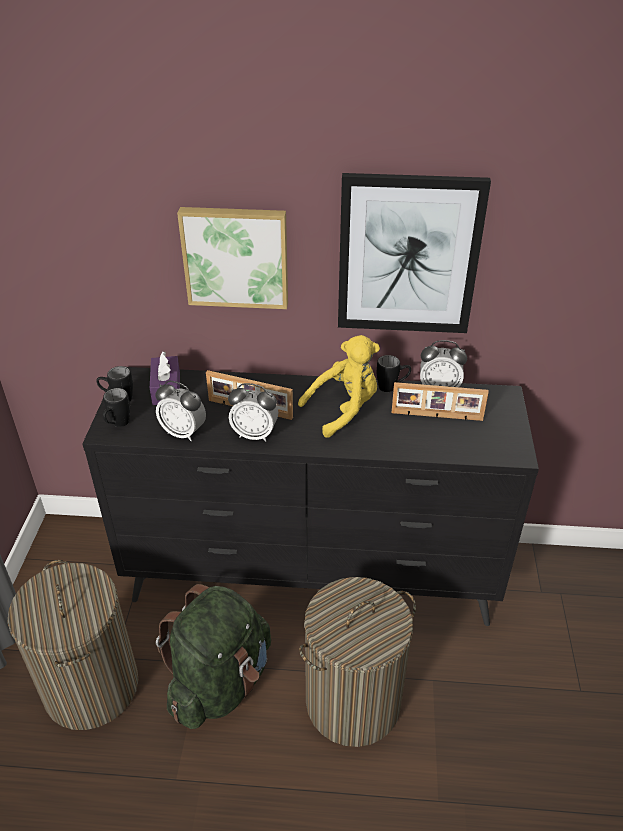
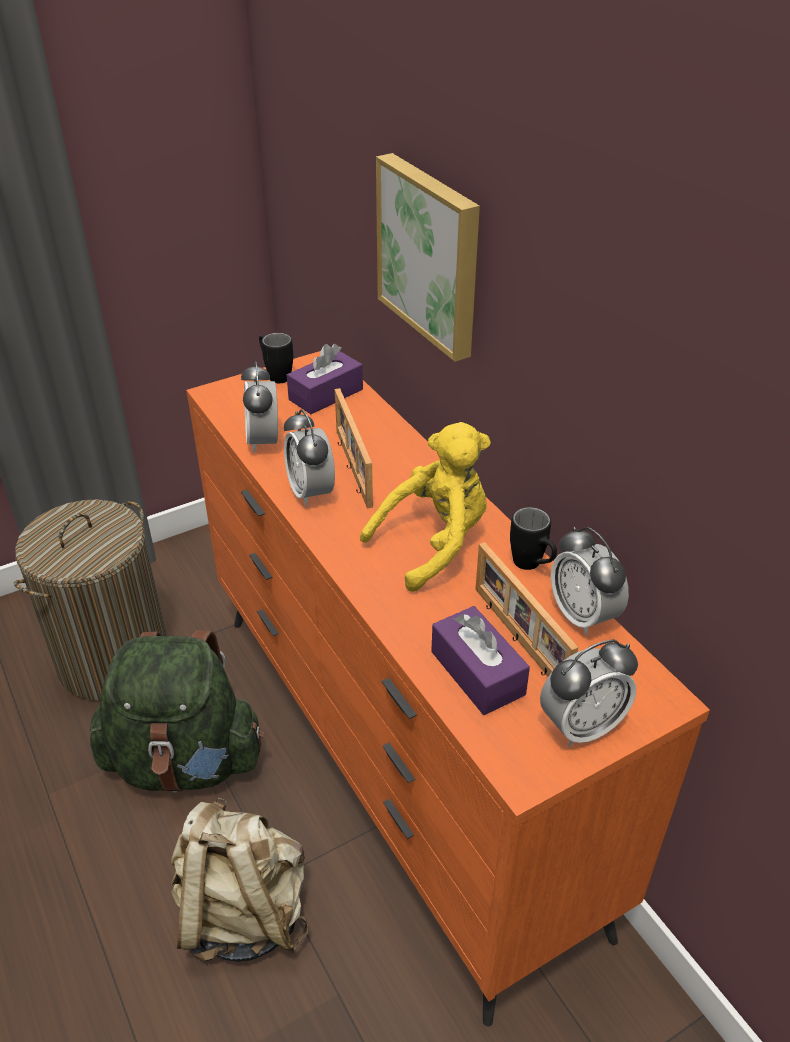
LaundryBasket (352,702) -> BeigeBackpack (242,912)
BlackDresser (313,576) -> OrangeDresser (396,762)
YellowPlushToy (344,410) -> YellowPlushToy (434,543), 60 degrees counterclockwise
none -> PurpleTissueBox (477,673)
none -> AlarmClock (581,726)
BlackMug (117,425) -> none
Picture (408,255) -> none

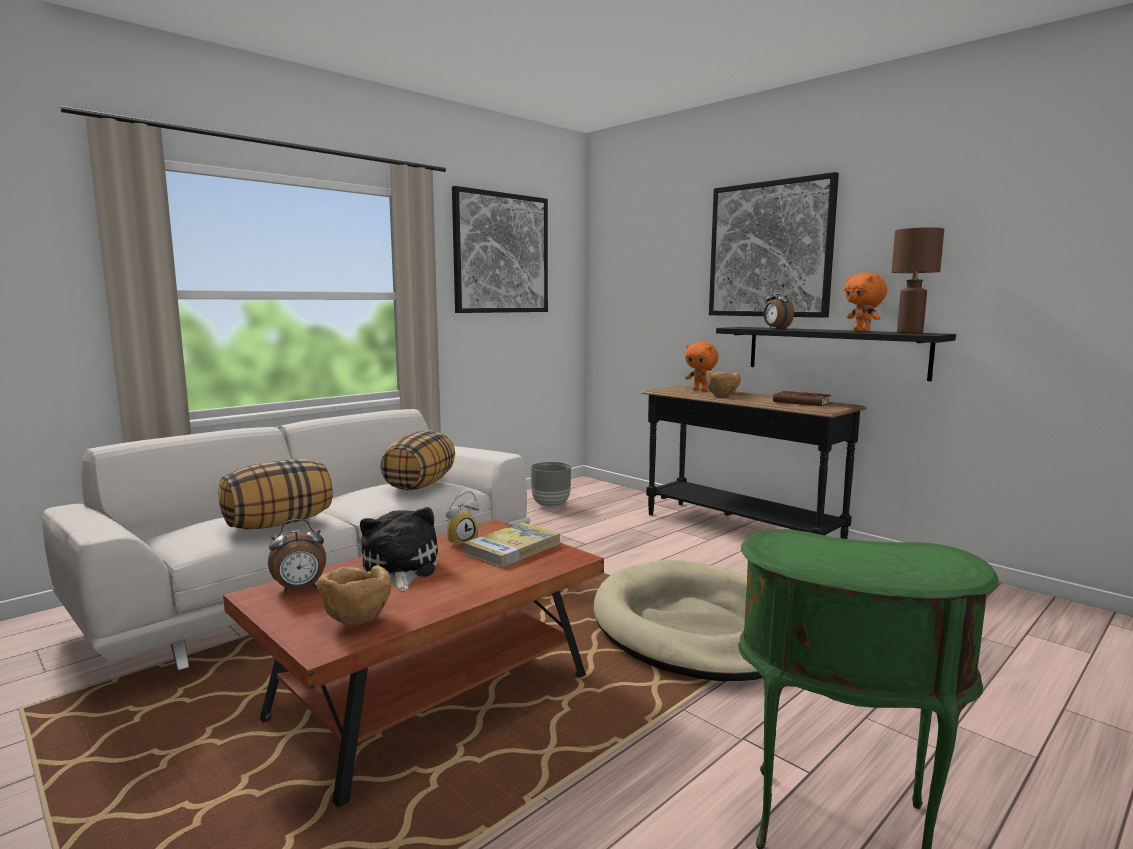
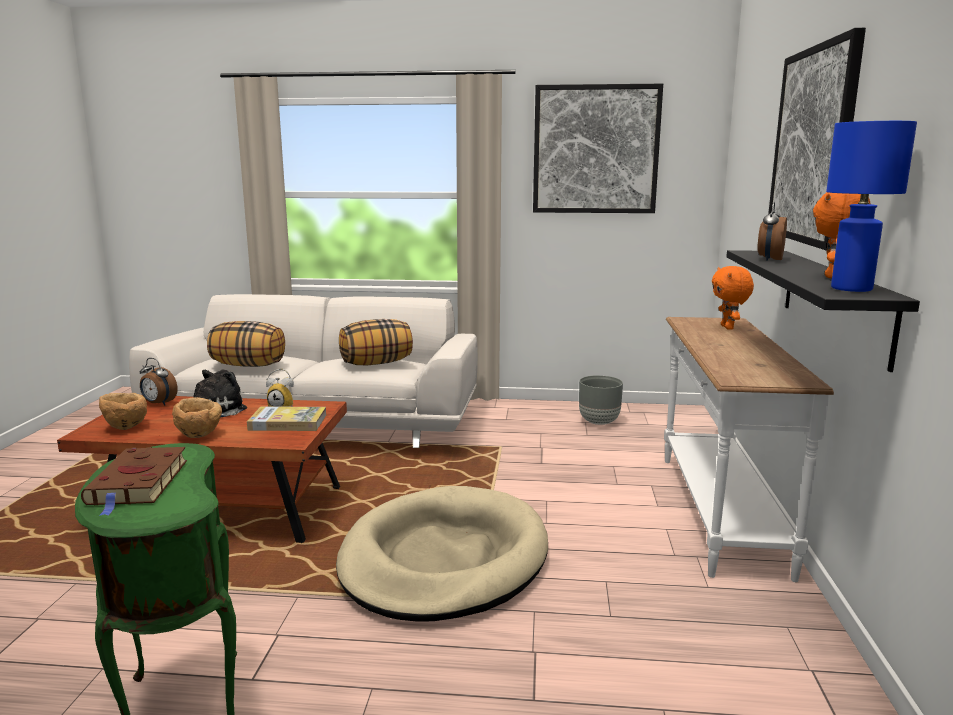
BrownBook (803,403) -> BrownBook (138,484), moved
BrownBowl (721,396) -> BrownBowl (199,435), moved
BlackConsoleTable (739,530) -> WhiteConsoleTable (717,511)
BrownTableLamp (910,333) -> BlueTableLamp (851,289)

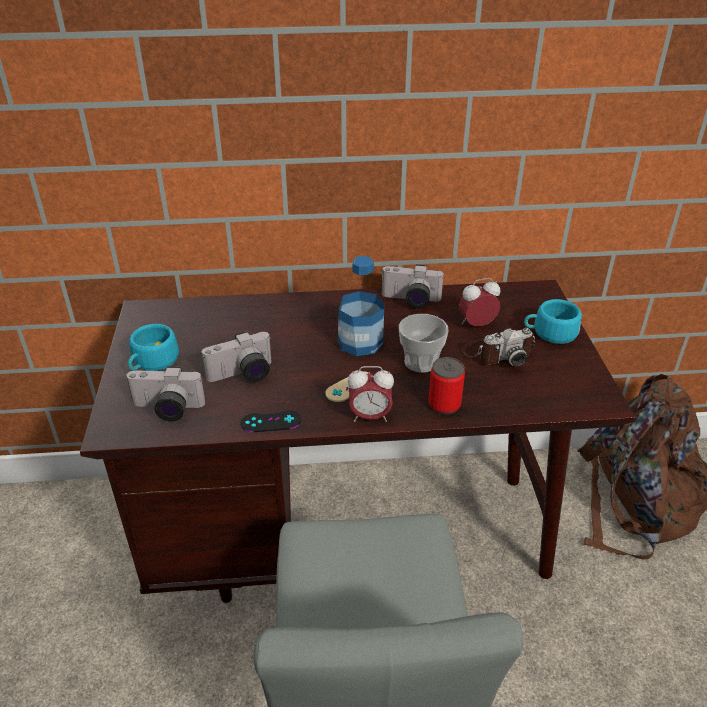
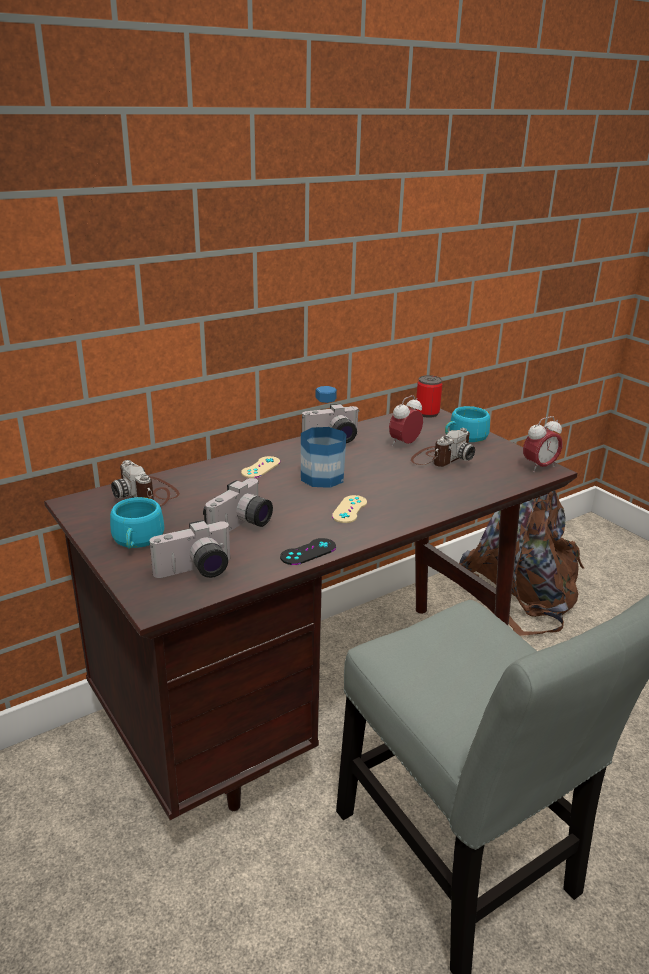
none -> PhotoCamera (148,494)
none -> BeigeGameController (261,467)
Can (444,404) -> Can (427,413), moved
AlarmClock (370,416) -> AlarmClock (539,467), moved
Cup (420,362) -> none

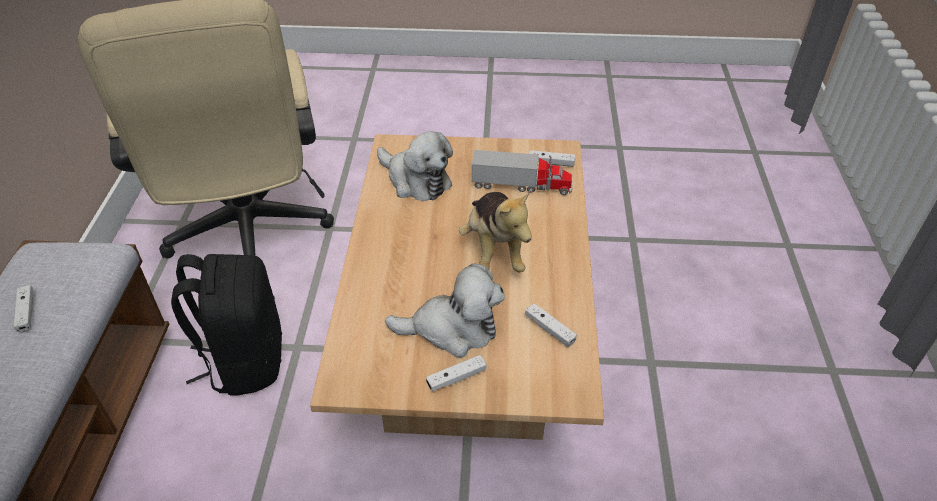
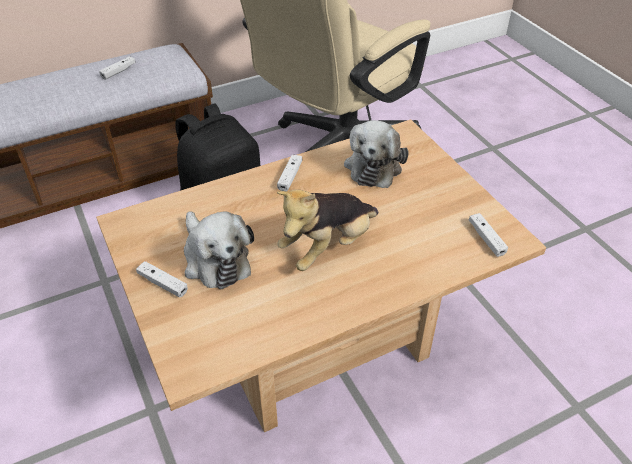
WhiteGameController (549,329) -> WhiteGameController (290,177), moved
ToyTruck (522,185) -> none

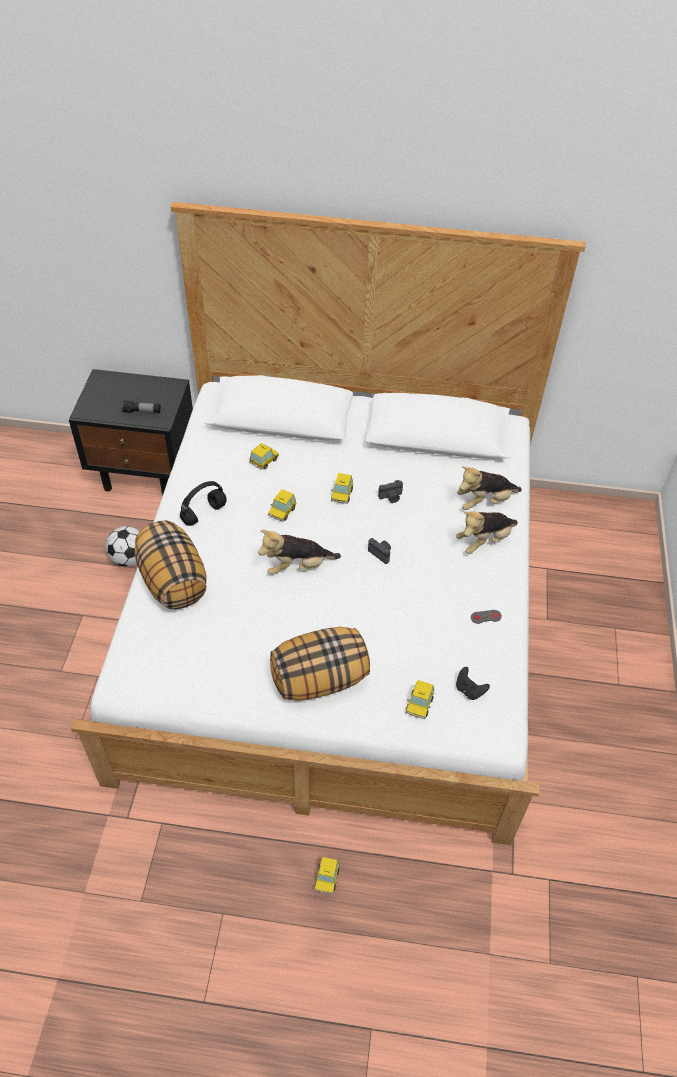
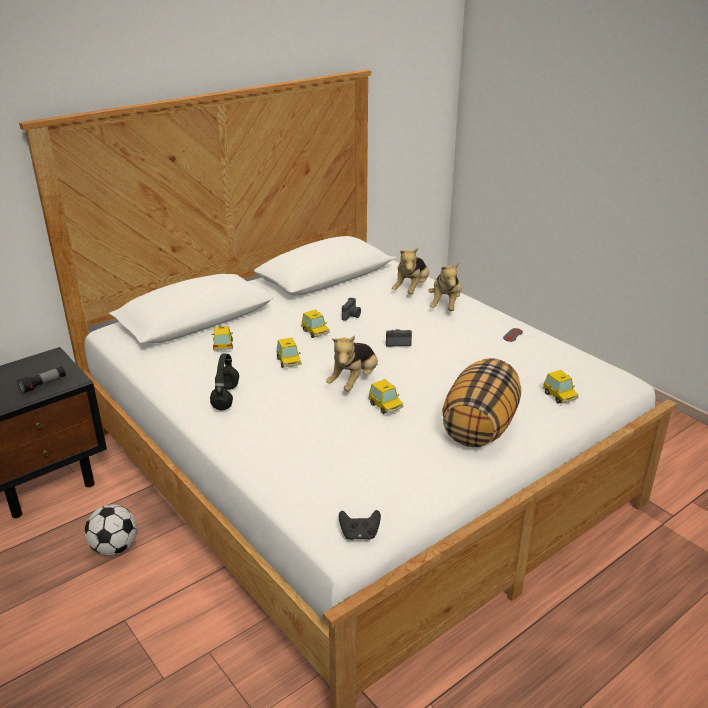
BlackGameController (469,690) -> BlackGameController (359,534), moved
ToyCar (326,878) -> ToyCar (385,406), moved
Pillow (172,581) -> none

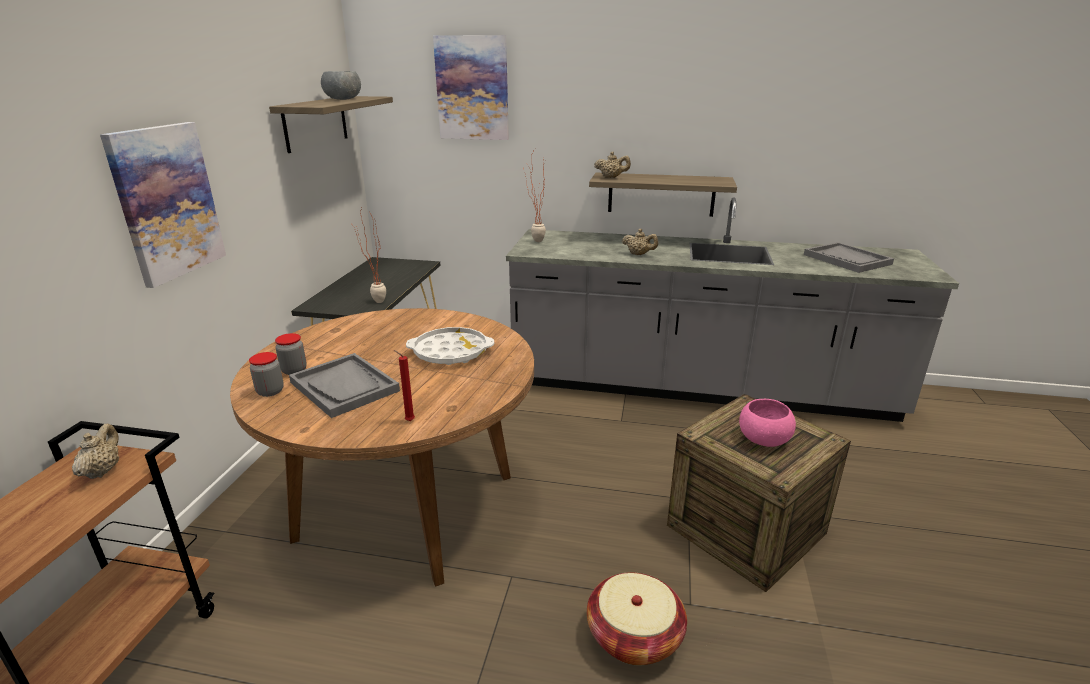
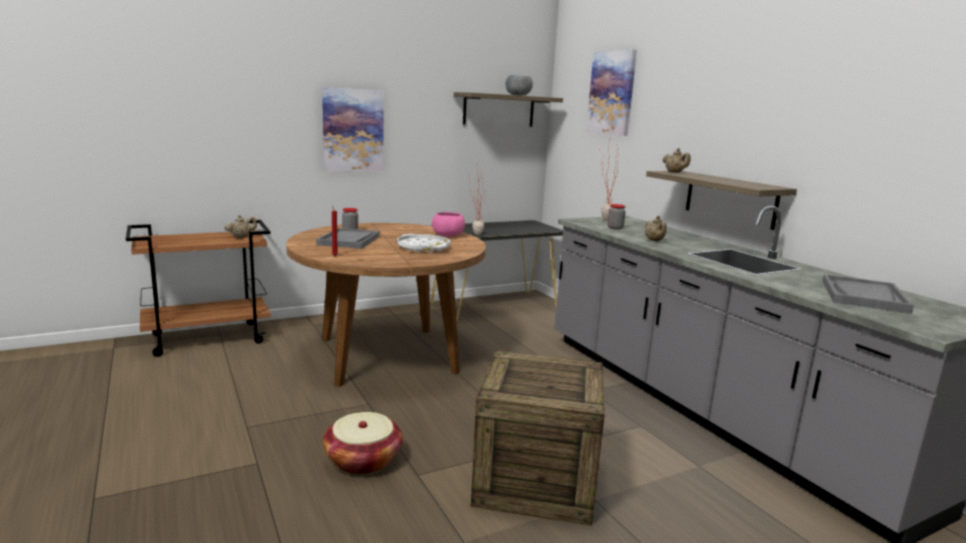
PinkBowl (763,439) -> PinkBowl (448,235), moved
Jar (270,391) -> Jar (615,228), moved

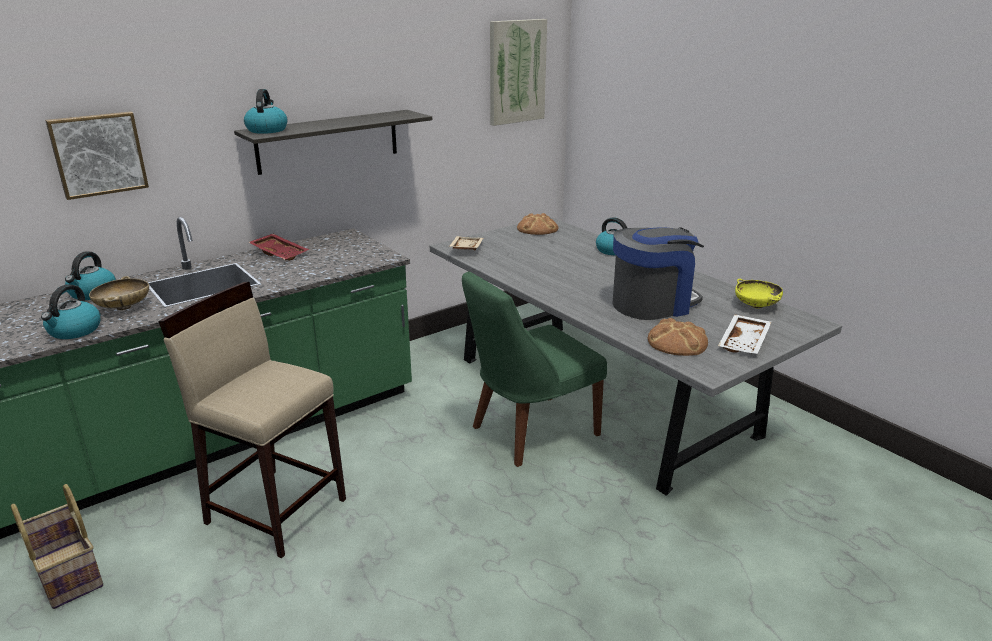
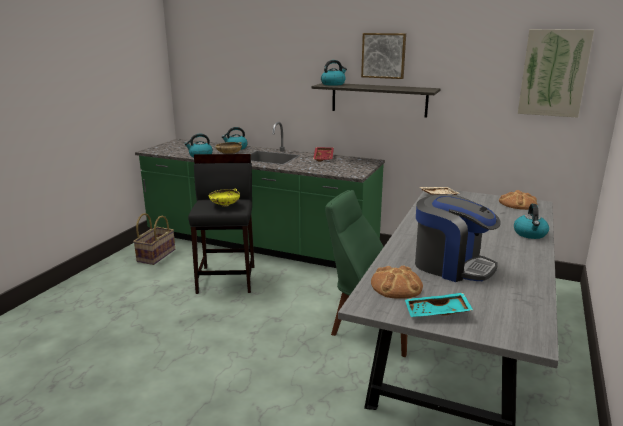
BeigeStool (276,510) -> BlackStool (227,279)
YellowBowl (756,306) -> YellowBowl (224,205), moved
Picture (98,154) -> Picture (383,55), moved
WhiteTray (745,342) -> TurquoiseTray (437,313)

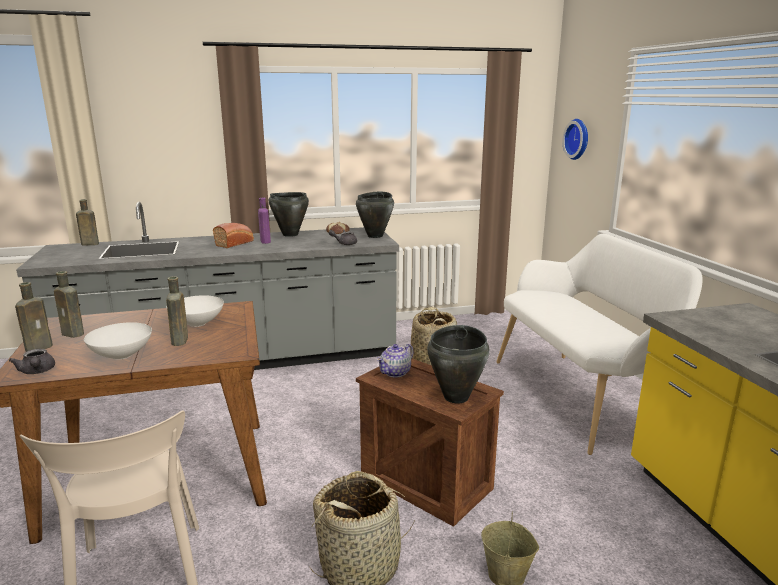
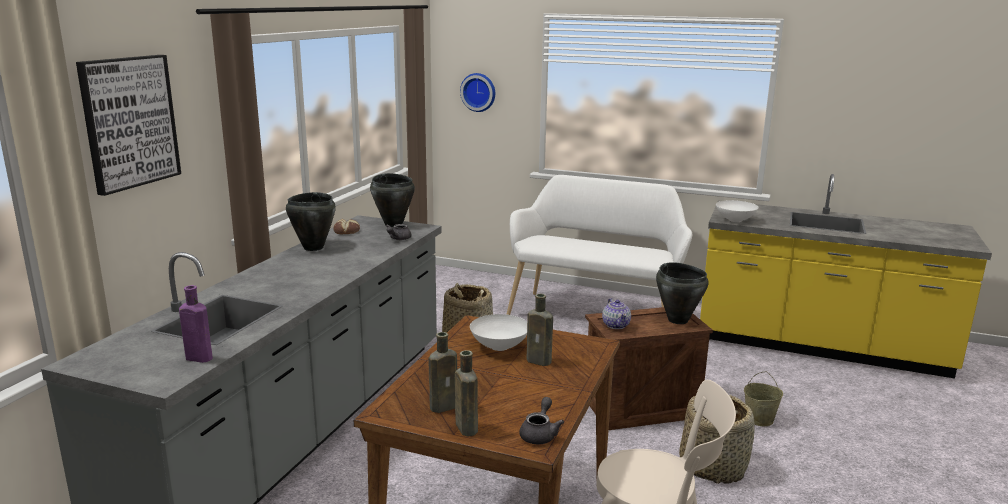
none -> Picture (129,122)
PurpleBottle (265,241) -> PurpleBottle (197,358), moved
GreyTeapot (37,372) -> GreyTeapot (540,434), 75 degrees counterclockwise
WhiteBowl (121,355) -> WhiteBowl (735,220), moved
BrownBottle (88,244) -> none
Bread (235,243) -> none

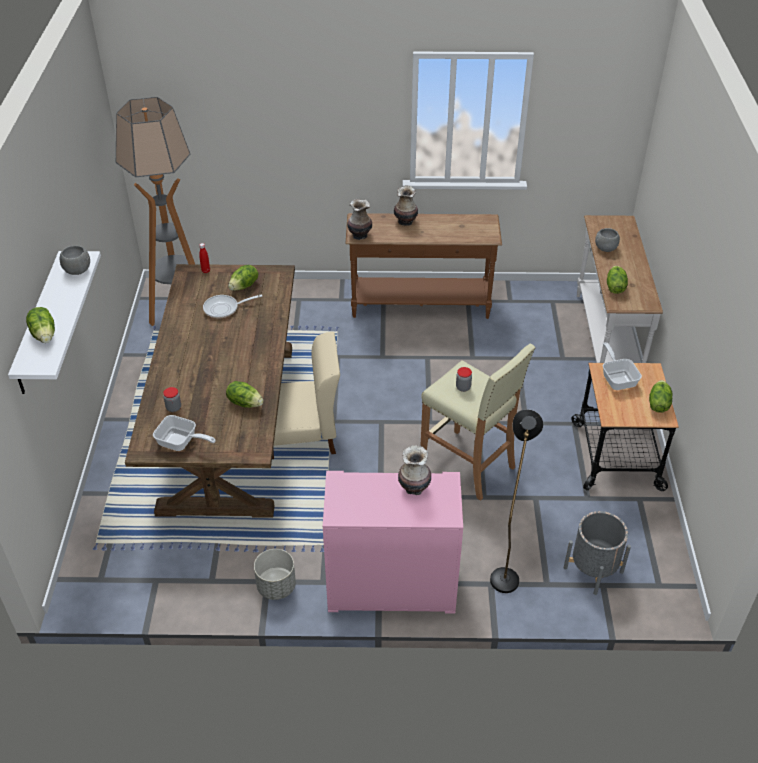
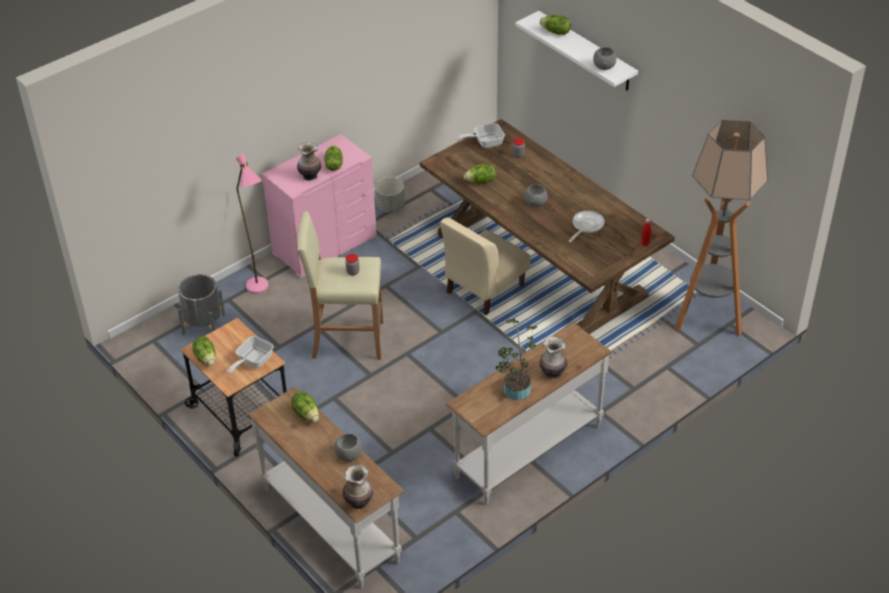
FryingPan (617,378) -> FryingPan (252,362), 90 degrees clockwise
BlackFloorLamp (505,571) -> PinkFloorLamp (261,291)
Lettuce (244,286) -> Lettuce (333,165), moved
Vase (359,235) -> Vase (359,501), moved
BrownConsoleTable (420,306) -> WhiteConsoleTable (527,450)
none -> PottedPlant (515,392)
none -> GreyBowl (535,203)

